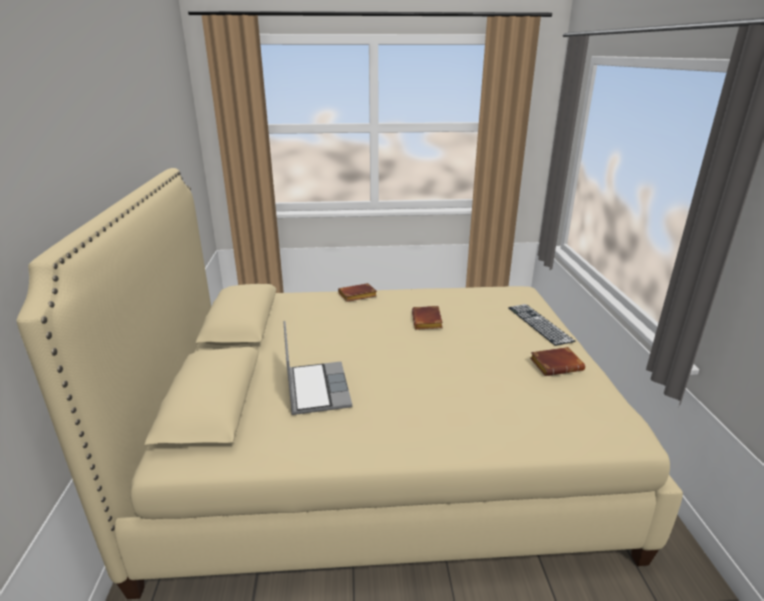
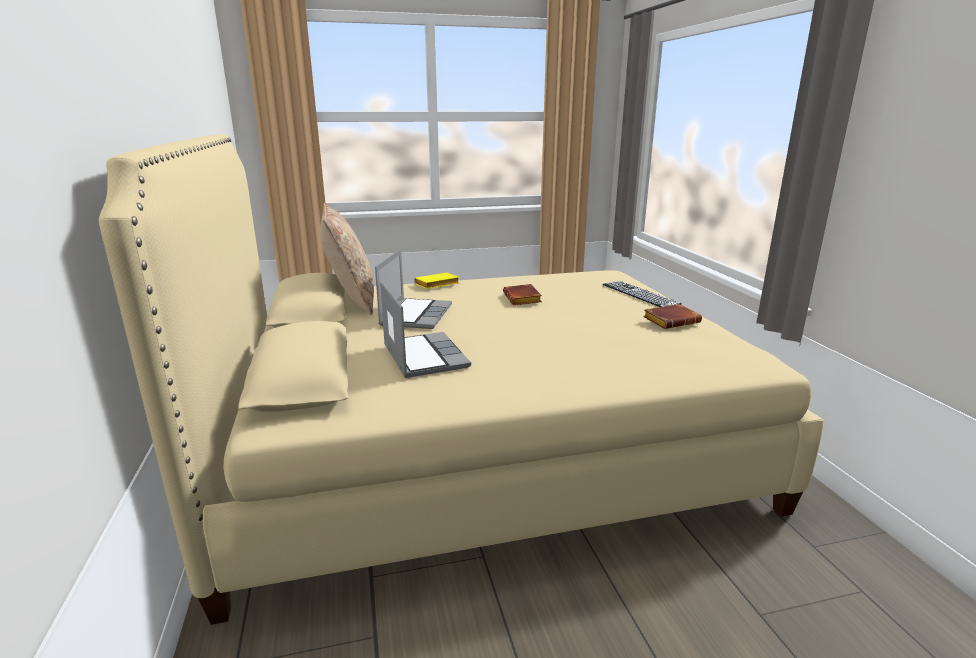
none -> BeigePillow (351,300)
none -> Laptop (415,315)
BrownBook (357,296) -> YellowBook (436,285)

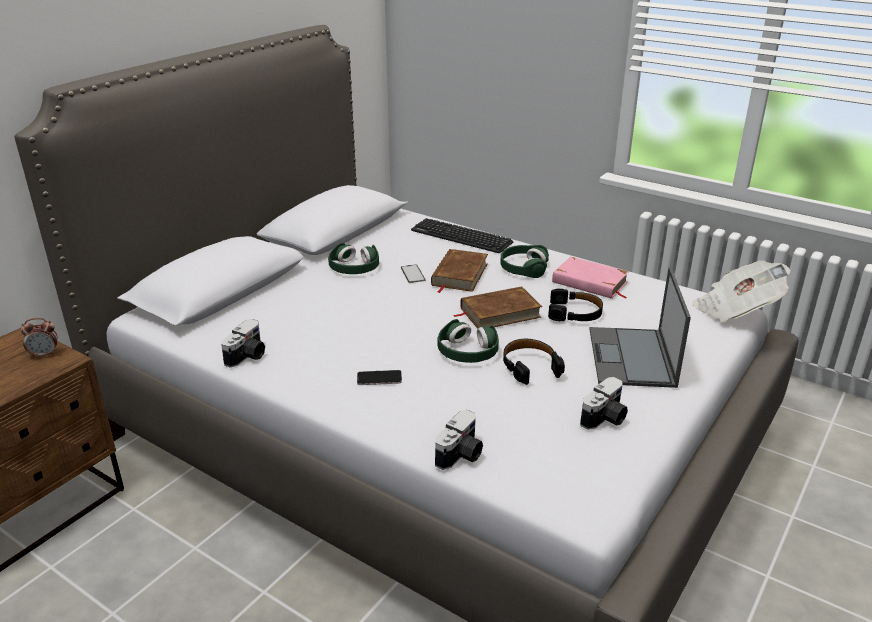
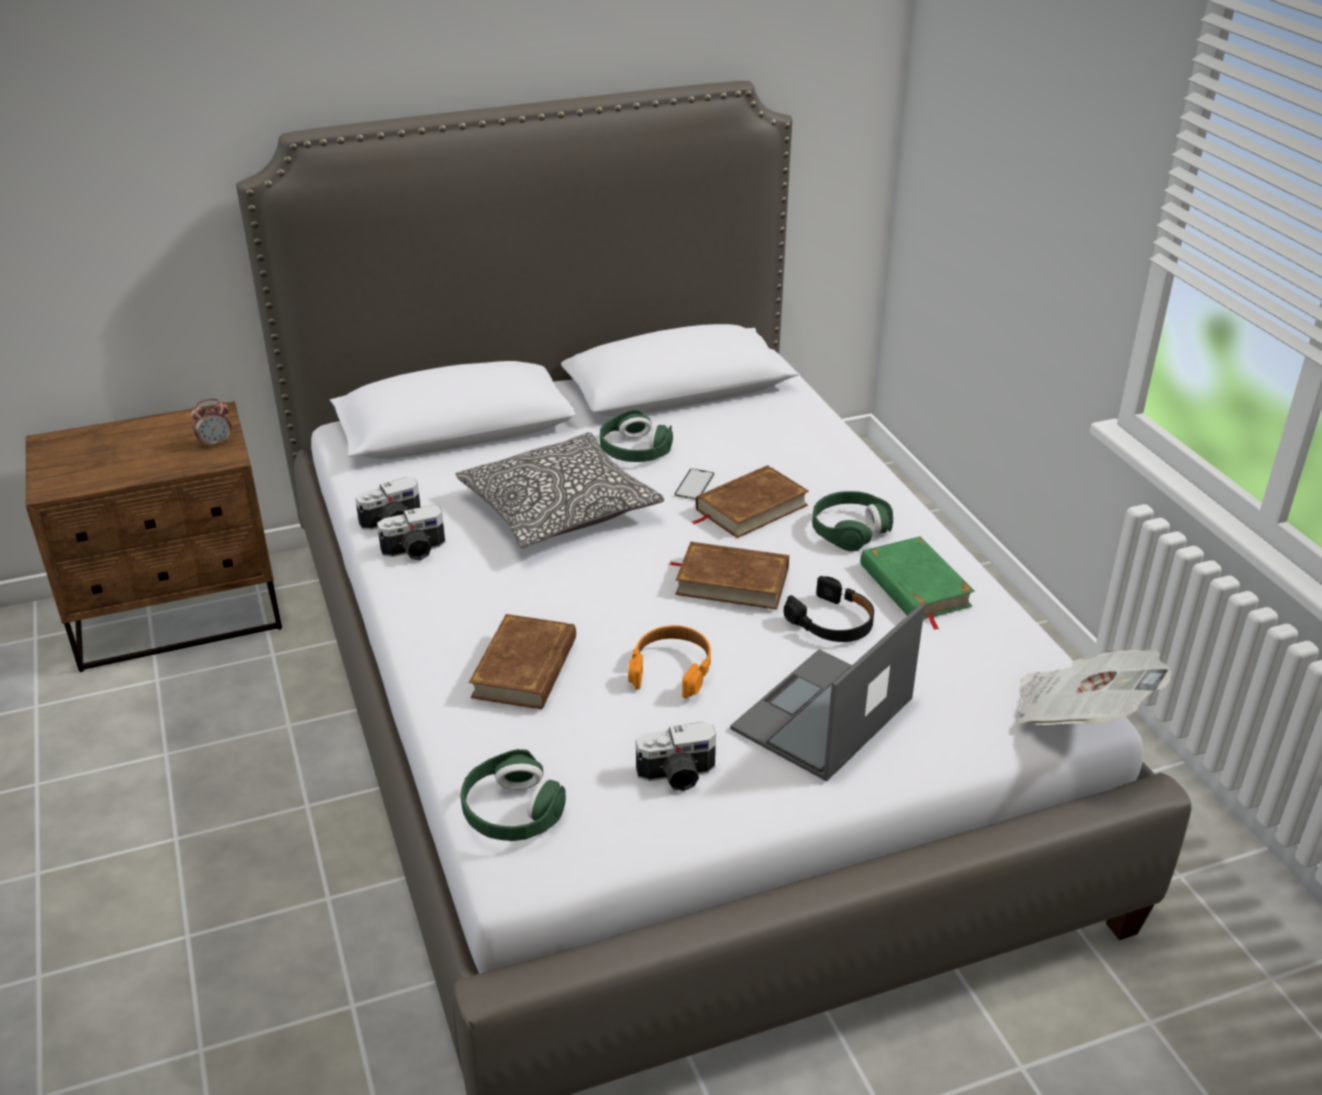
AlarmClock (45,355) -> AlarmClock (216,443), 45 degrees counterclockwise
PhotoCamera (461,455) -> PhotoCamera (415,551), moved
none -> Pillow (559,509)
GreenHeadphones (467,351) -> GreenHeadphones (512,810), moved
none -> BrownBook (526,668)
BlackHeadphones (530,366) -> OrangeHeadphones (671,668)
PinkBook (590,282) -> GreenBook (914,586)
Phone (379,378) -> none
Keyboard (461,237) -> none

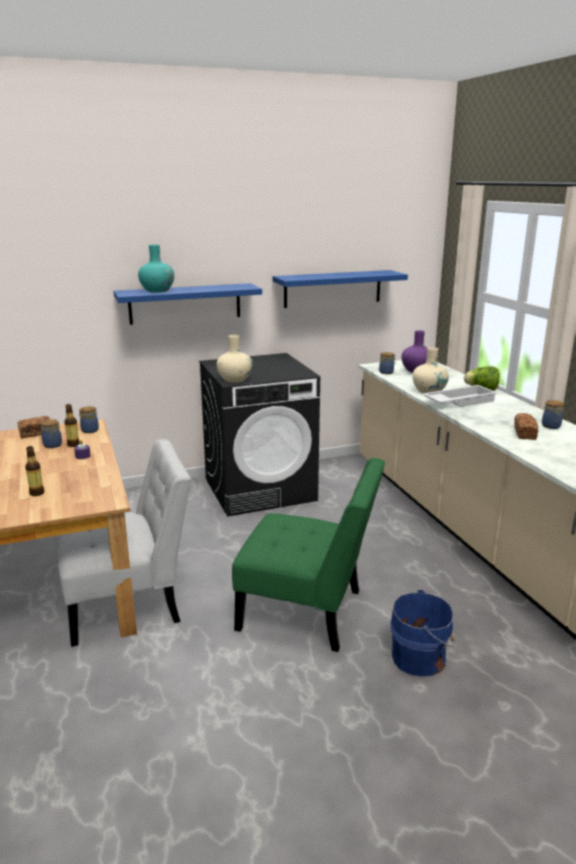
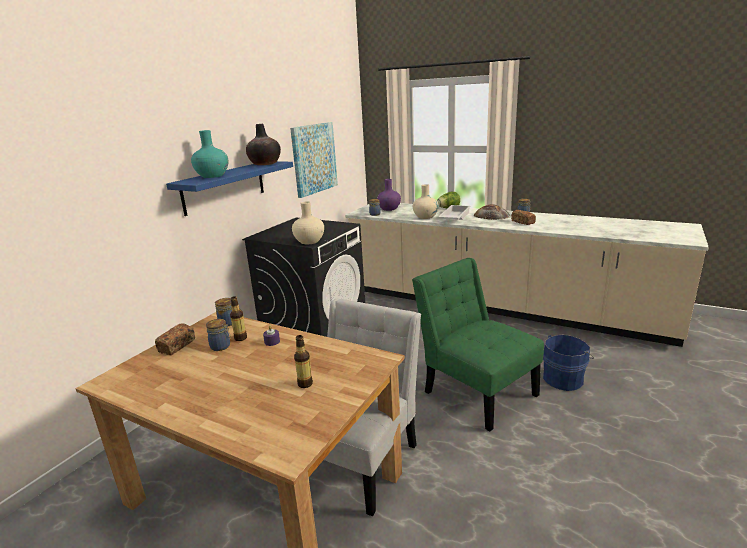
none -> Vase (265,164)
BlueShelf (333,288) -> Picture (314,158)
GreenChair (308,612) -> GreenChair (476,390), 105 degrees counterclockwise
none -> Bread (491,215)

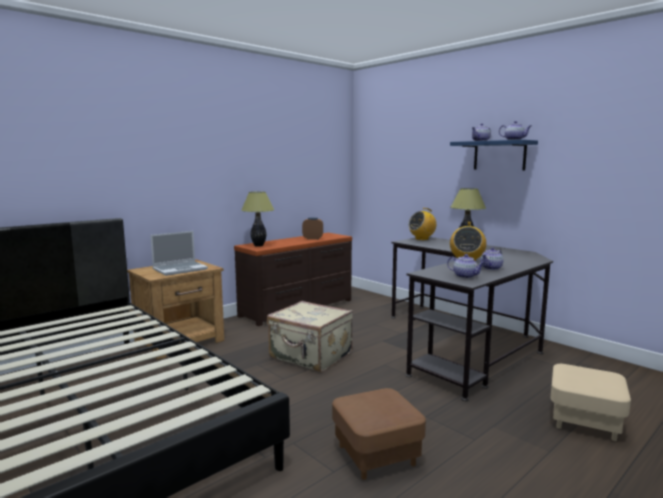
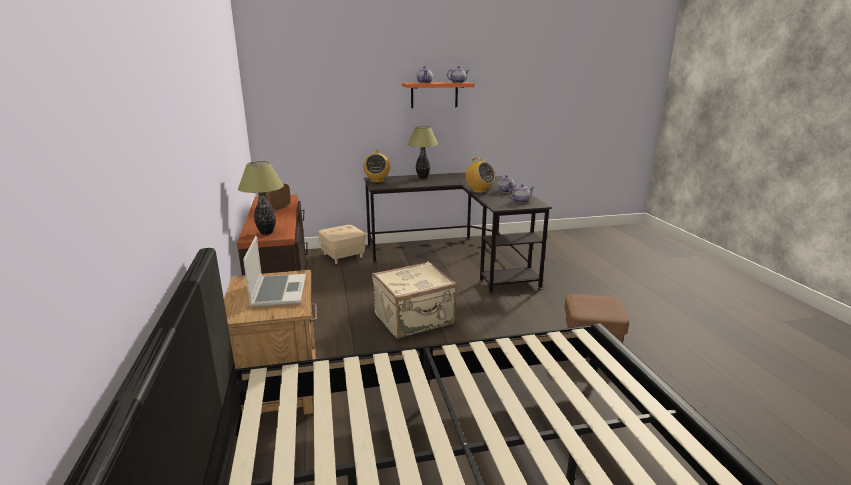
BeigeOttoman (584,421) -> BeigeOttoman (343,256), moved
BlueShelf (499,155) -> OrangeShelf (434,95)

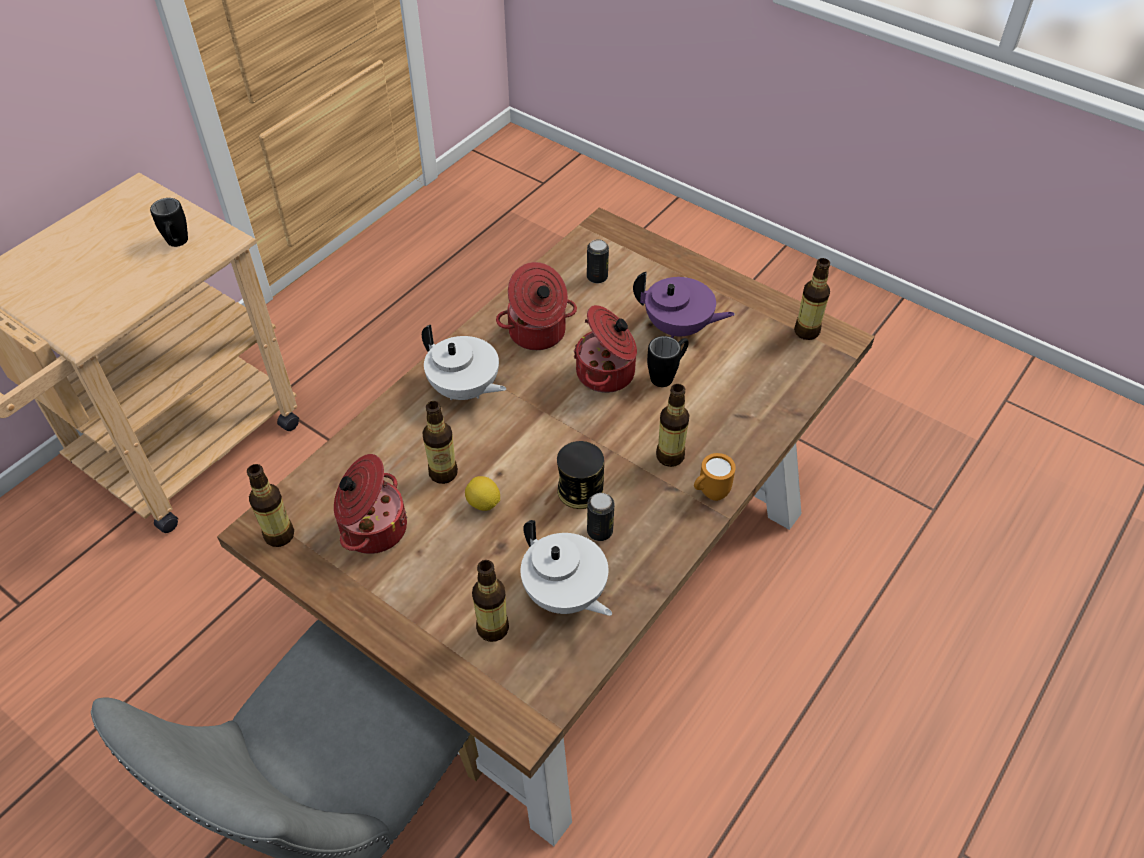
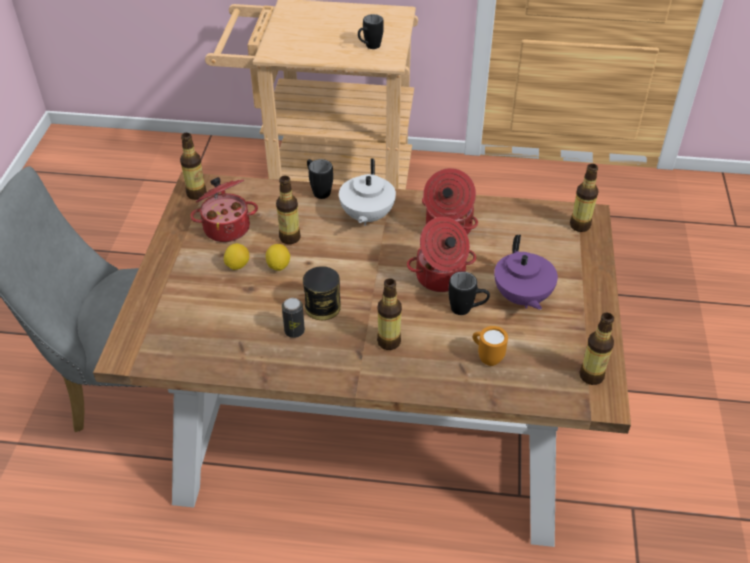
none -> Lemon (237,265)
none -> BlackMug (318,190)
OrangeMug (709,493) -> OrangeMug (487,357), moved
Bottle (492,628) -> Bottle (579,225), moved
WhiteTeapot (565,595) -> none
Can (597,277) -> none

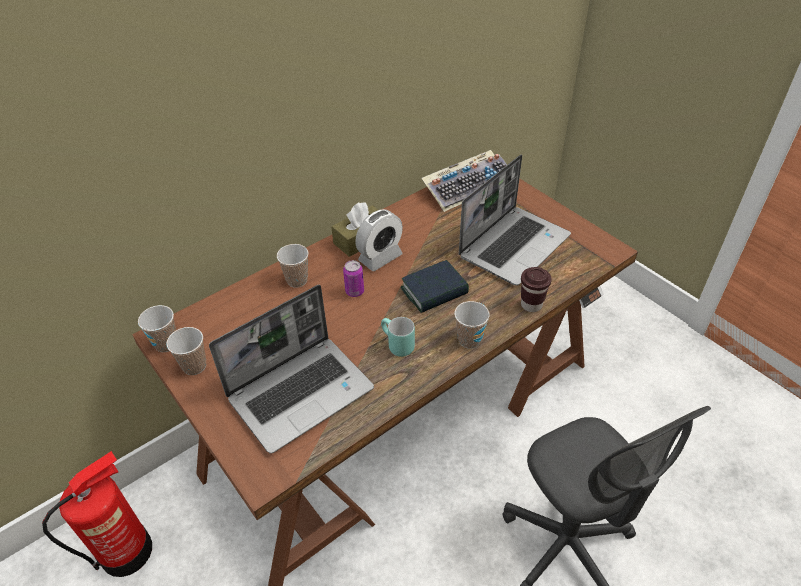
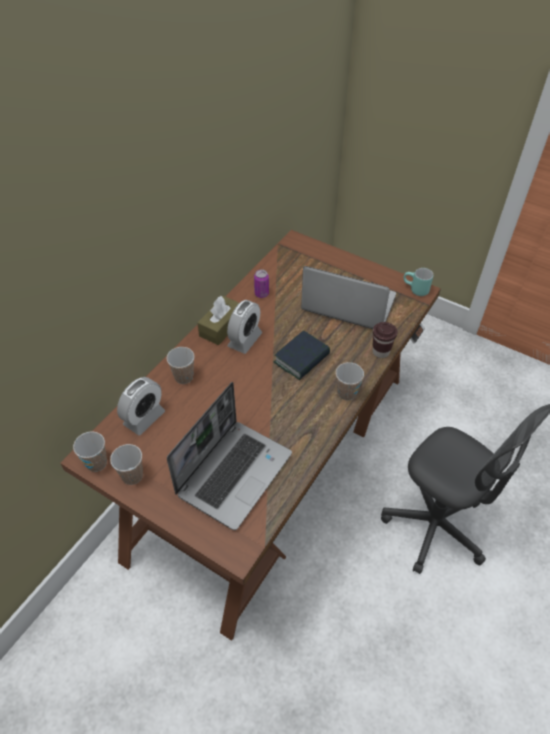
none -> AlarmClock (144,418)
Can (354,291) -> Can (261,294), moved
Laptop (514,245) -> Laptop (347,304), 90 degrees counterclockwise
TurquoiseMug (395,346) -> TurquoiseMug (415,290), moved
FireExtinguisher (127,551) -> none
Keyboard (468,186) -> none

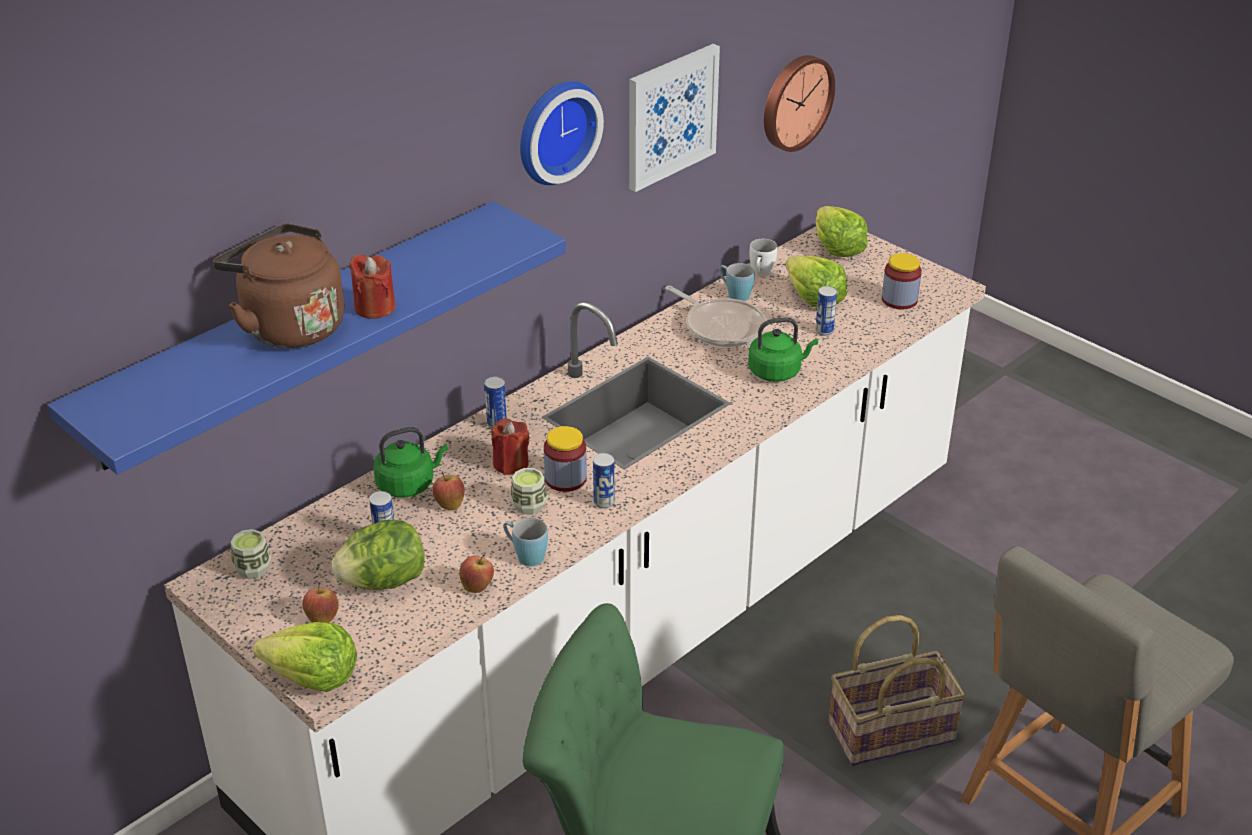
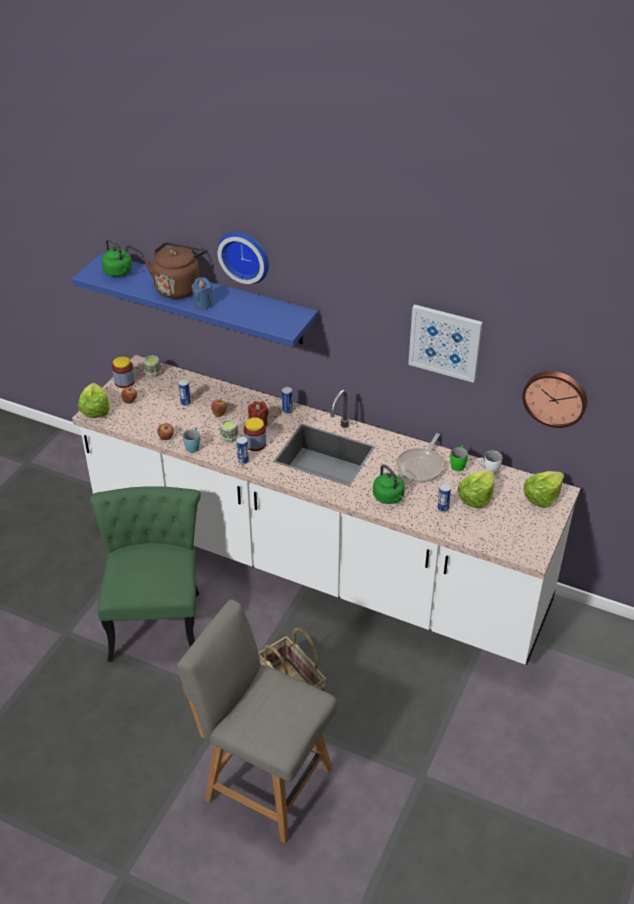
GreenKettle (408,484) -> GreenKettle (119,272), moved
Jar (899,300) -> Jar (124,382), moved
RedCandle (375,307) -> BlueCandle (203,304)
WallClock (554,130) -> WallClock (245,255), moved
BlueMug (734,294) -> GreenMug (458,464)
Lettuce (384,581) -> none

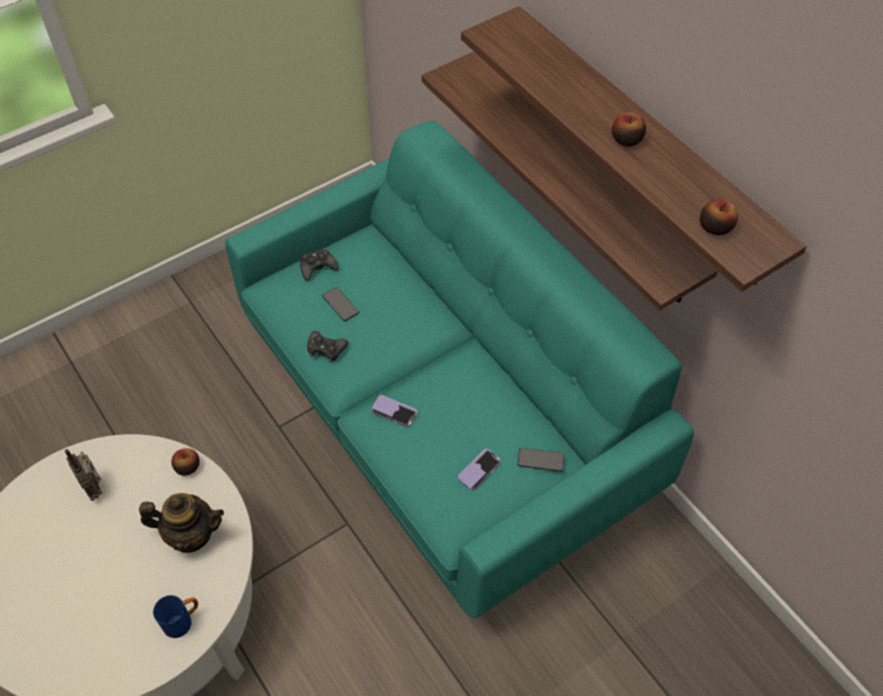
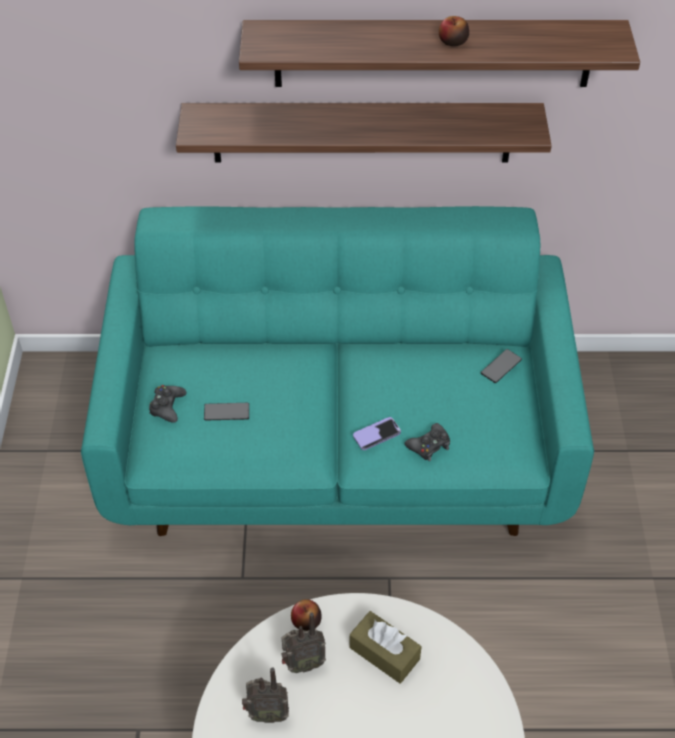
none -> Radio (302,664)
Teapot (191,534) -> BrownTissueBox (384,653)
BlackGameController (326,349) -> BlackGameController (429,446), moved
BlueMug (182,620) -> none
Phone (479,470) -> none
Apple (715,227) -> none

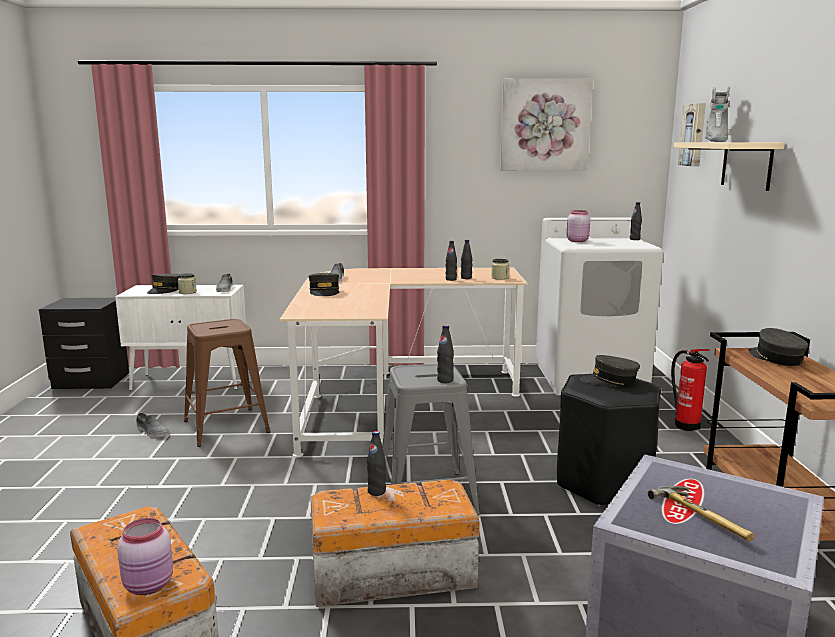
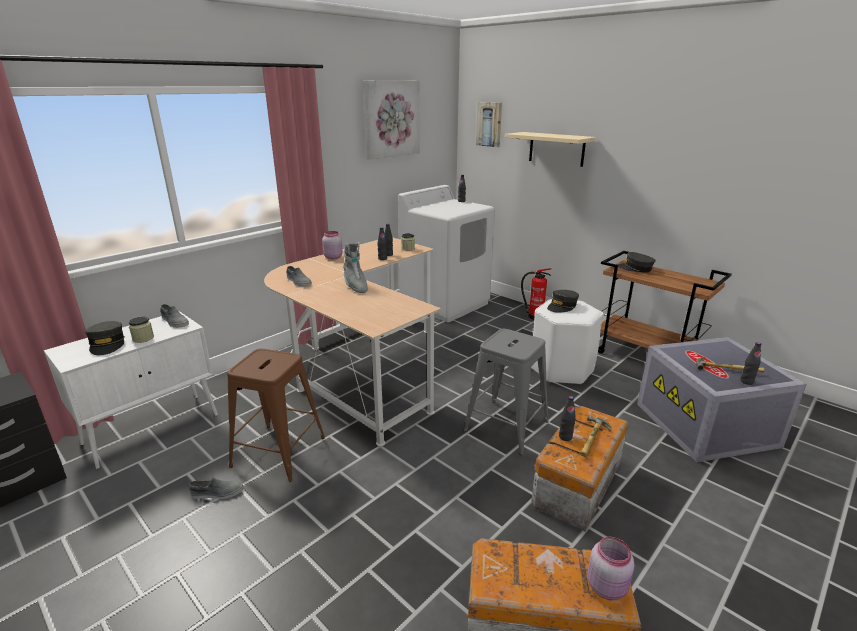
PinkJar (577,241) -> PinkJar (333,257), moved
GreyBoot (715,142) -> GreyBoot (355,286), moved
BlackStool (604,483) -> WhiteStool (561,369)
none -> Hammer (595,440)
BlackBottle (445,380) -> BlackBottle (746,381), moved
GreyCap (324,292) -> none

